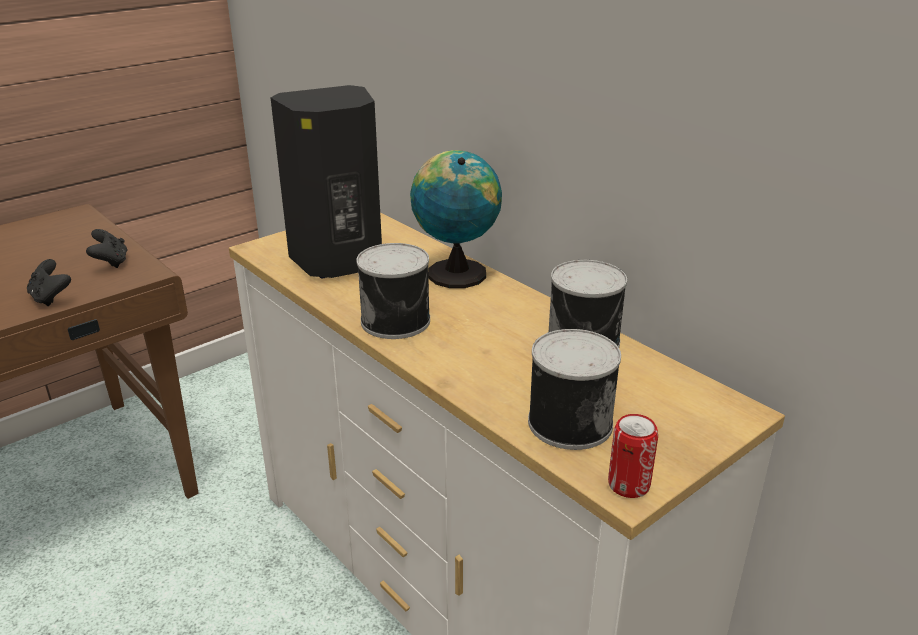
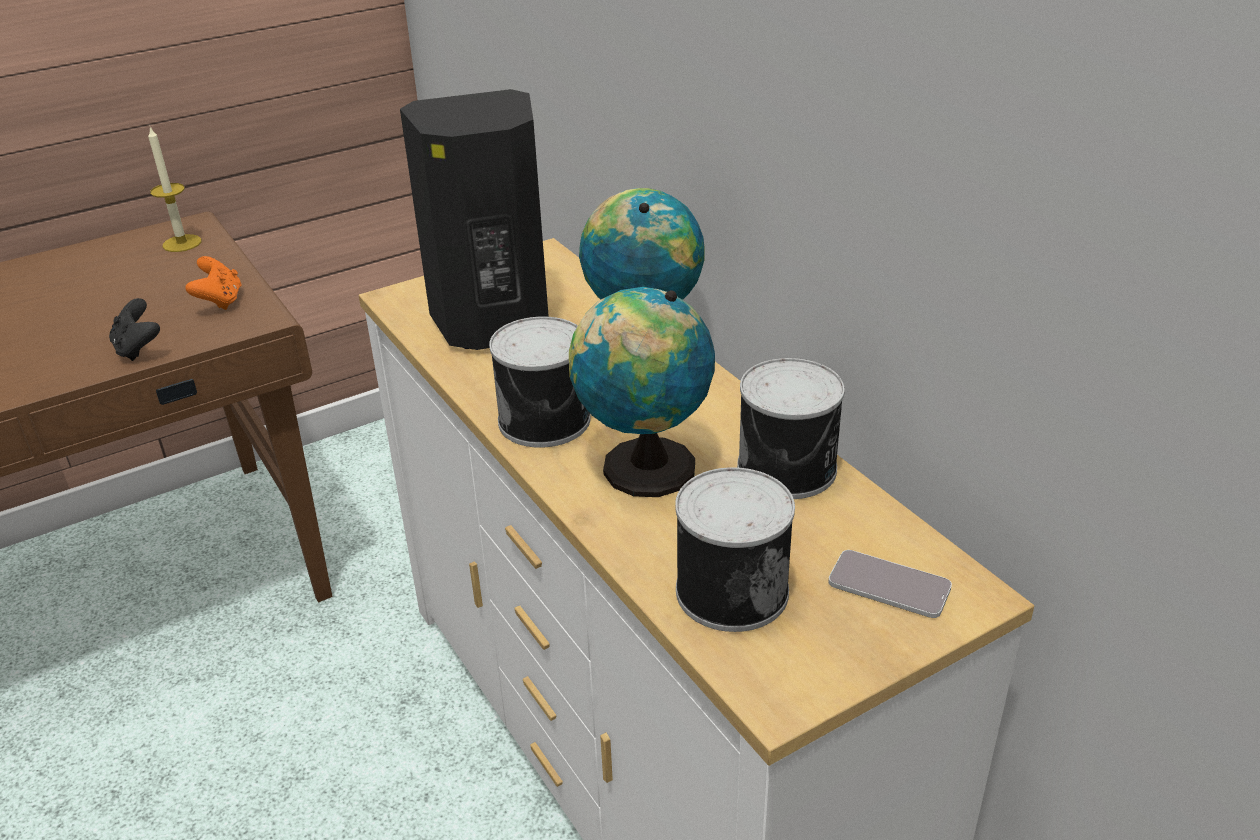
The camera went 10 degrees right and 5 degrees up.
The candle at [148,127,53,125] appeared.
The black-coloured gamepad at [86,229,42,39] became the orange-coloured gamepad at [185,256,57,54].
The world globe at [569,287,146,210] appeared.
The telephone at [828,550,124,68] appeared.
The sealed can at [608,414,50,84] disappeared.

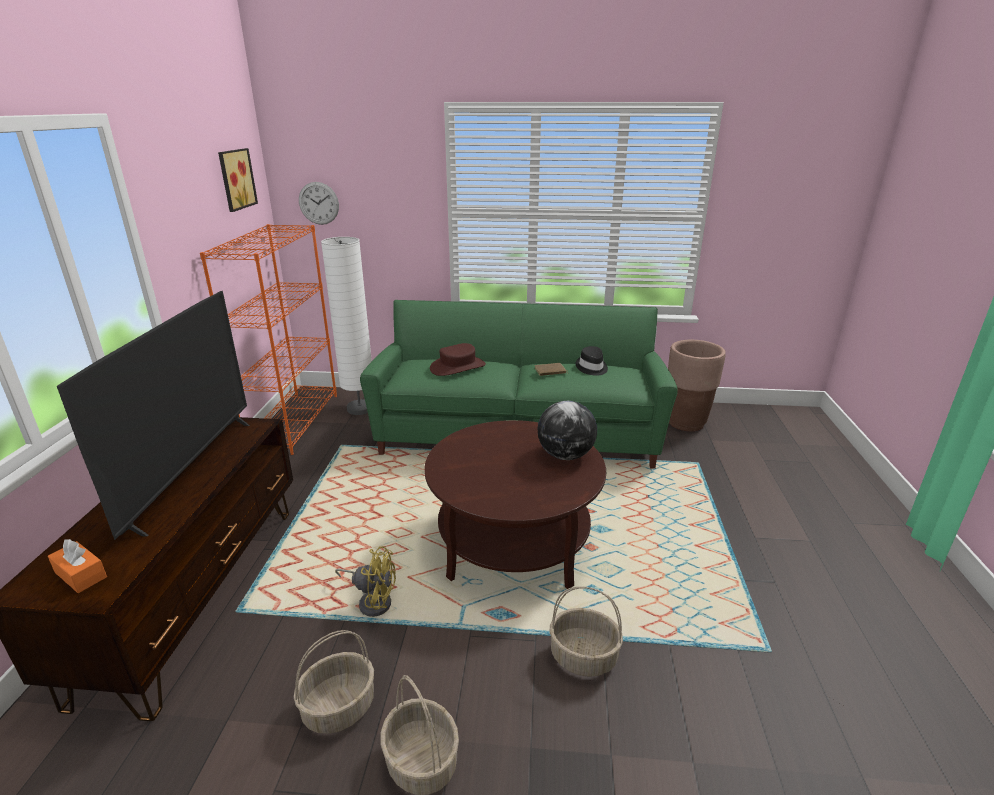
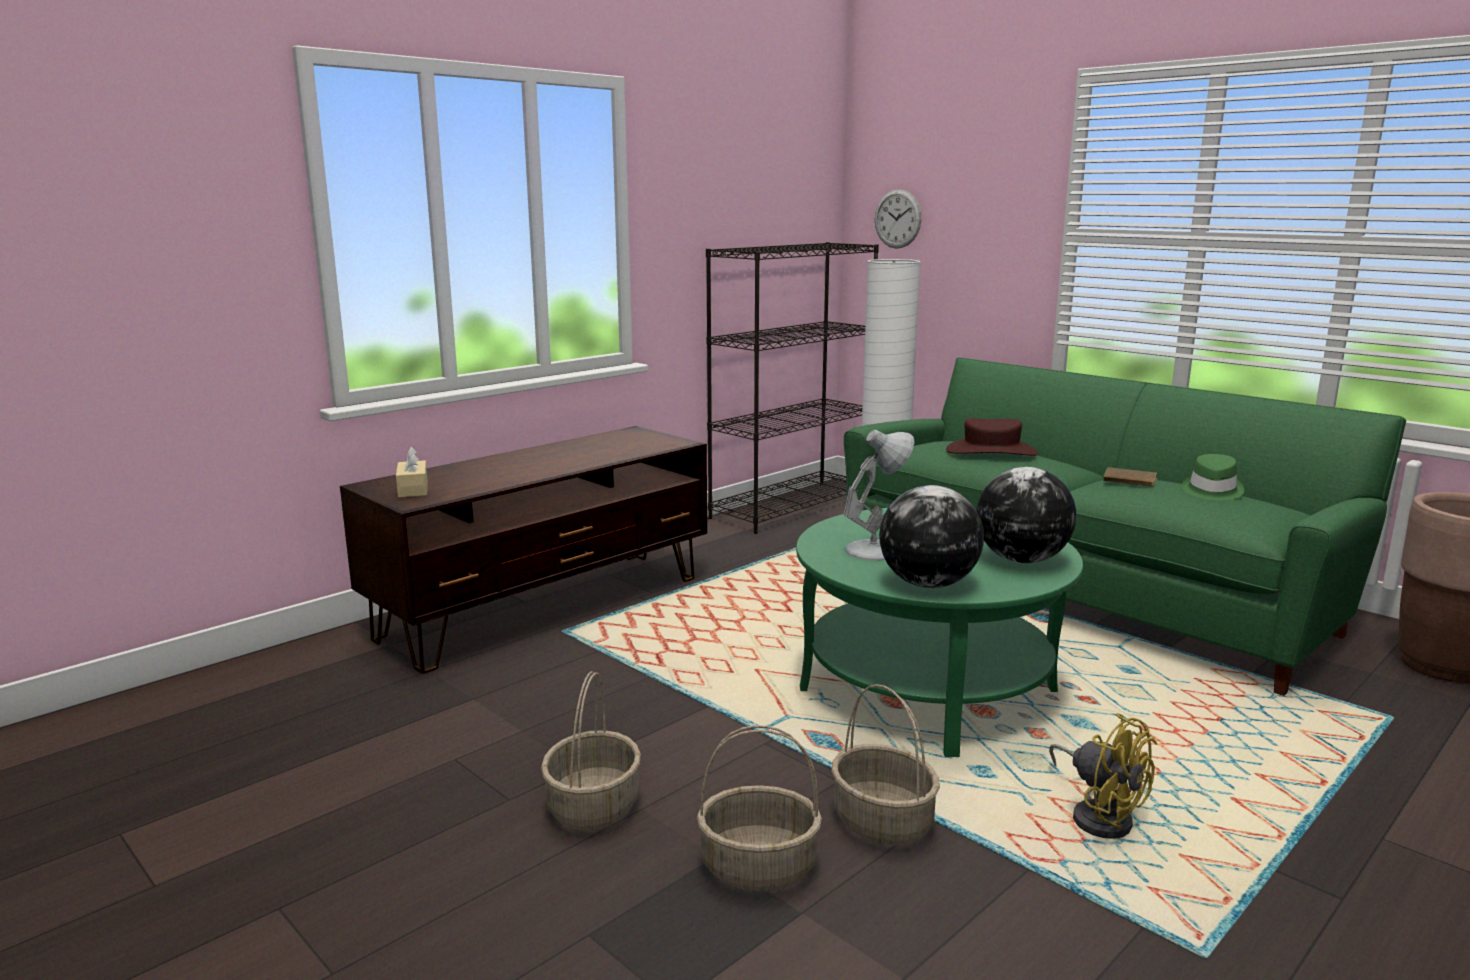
The camera went 40 degrees right and 10 degrees down.
The orange-coloured tissue box at [48,539,59,54] became the beige-coloured tissue box at [396,446,32,51].
The household basket moved from [294,630,80,104] to [697,725,125,167].
The orange-coloured shelving unit at [200,224,137,231] became the black-coloured shelving unit at [706,242,173,292].
The brownish lounge table at [424,420,182,169] became the green-coloured lounge table at [796,508,287,249].
The whitish table lamp at [844,430,70,131] appeared.
The world globe at [879,485,105,103] appeared.
The yellow-coloured cooling fan moved from [335,546,61,71] to [1049,713,108,126].
The black-coloured wearable hat at [576,346,32,30] became the green-coloured wearable hat at [1182,454,62,46].
The television at [57,291,192,249] disappeared.
The picture at [218,148,40,64] disappeared.

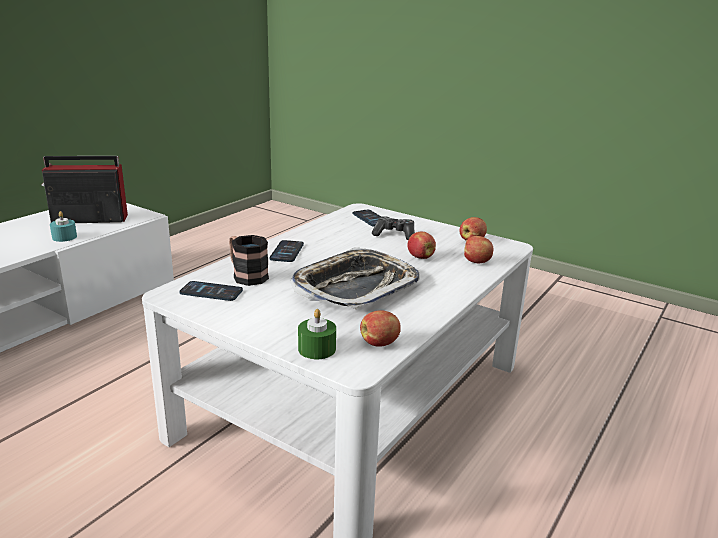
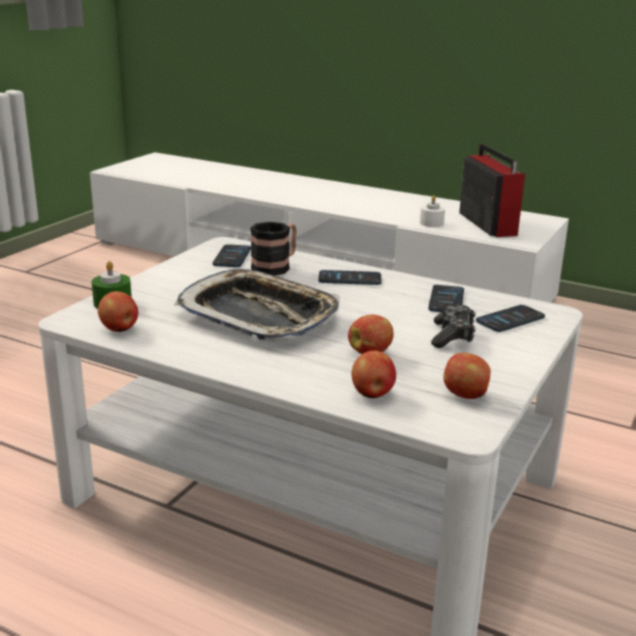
The camera went 85 degrees right and 0 degrees up.
The blue-green candle at [50,211,27,31] became the whitish candle at [420,195,25,32].
The telephone at [428,285,36,27] appeared.

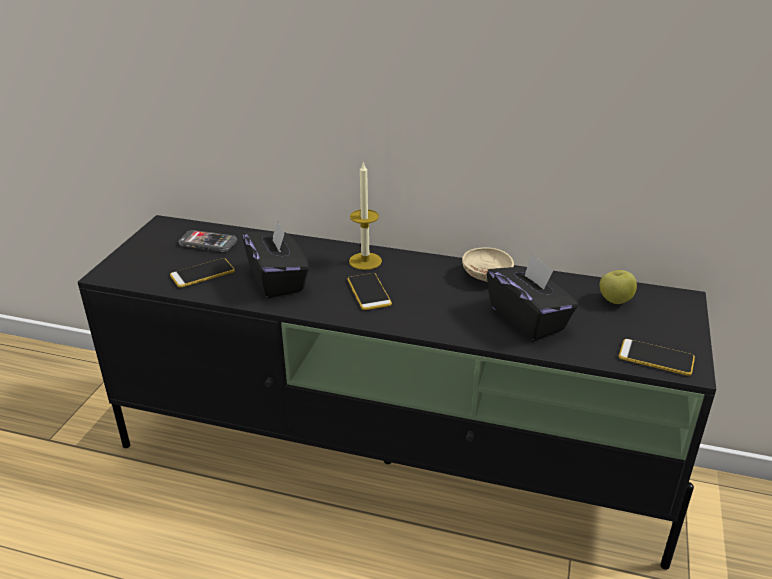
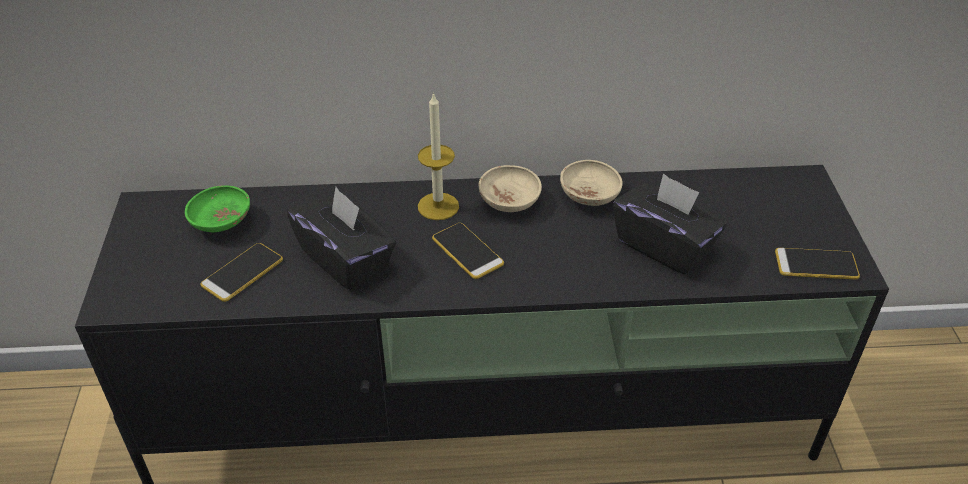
The camera went 20 degrees left and 10 degrees up.
The telephone at [179,230,58,22] was replaced by the green-coloured bowl at [185,185,65,47].
The beige-coloured bowl at [479,165,63,47] appeared.
The apple fruit at [600,270,37,34] disappeared.

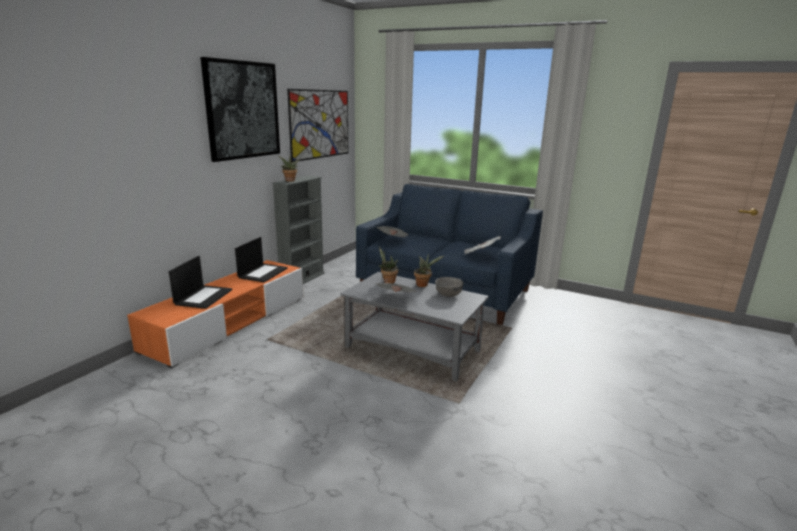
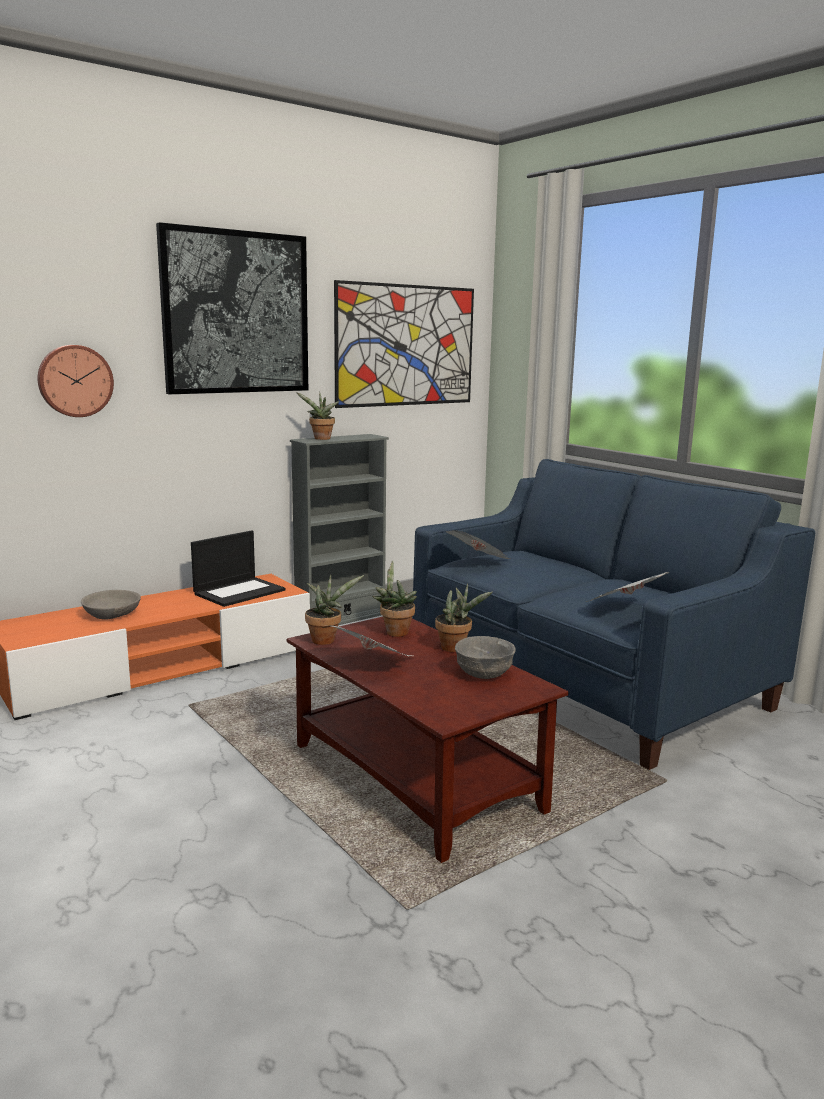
The camera went 25 degrees right and 5 degrees down.
The wall clock at [38,345,76,72] appeared.
The portable computer at [169,256,63,53] was replaced by the greyish bowl at [81,590,60,30].
The greyish lounge table at [340,272,149,110] became the brownish lounge table at [287,617,282,246].
The plant in a pot at [305,574,59,71] appeared.

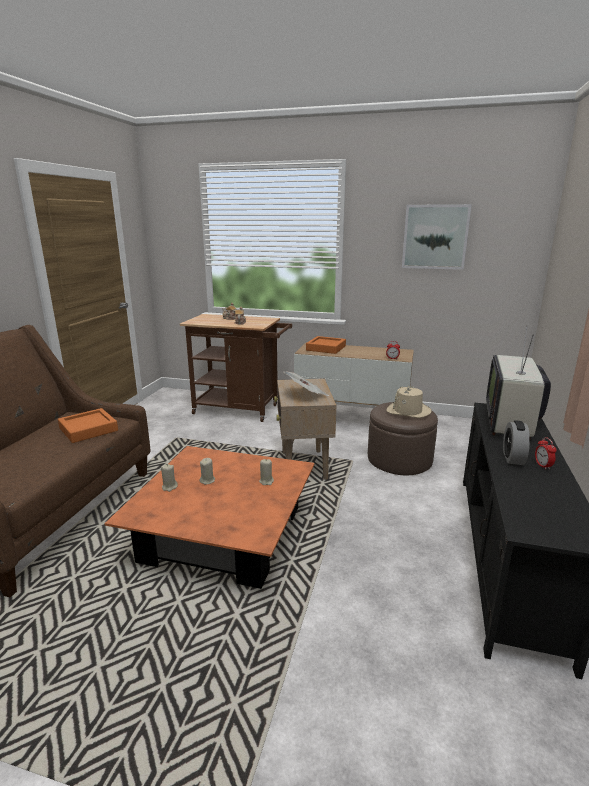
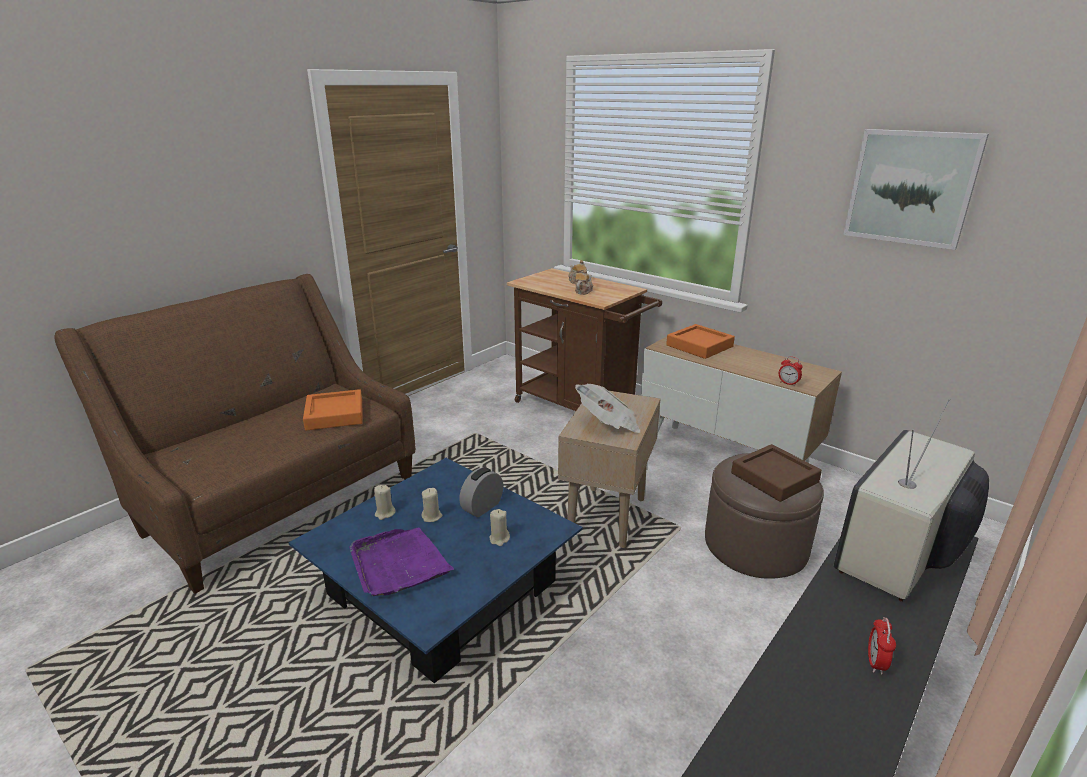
The camera went 25 degrees right and 5 degrees up.
The orange-coloured lounge table at [104,446,210,143] became the blue-coloured lounge table at [288,458,295,225].
The purple tray at [349,527,105,69] appeared.
The alarm clock moved from [503,420,27,45] to [459,467,44,50].
The beige-coloured wearable hat at [386,386,46,32] was replaced by the brownish tray at [731,444,91,58].

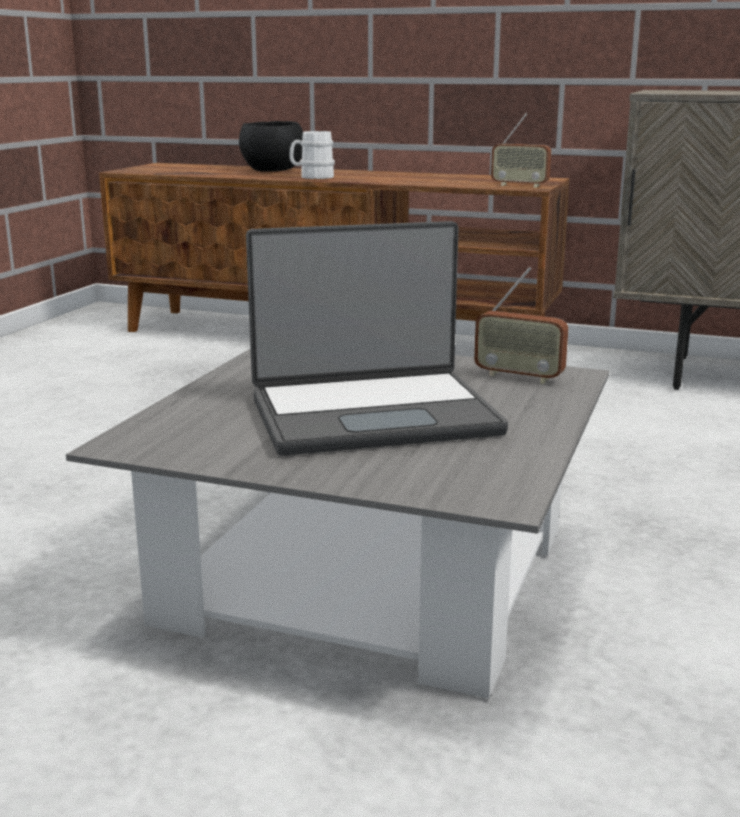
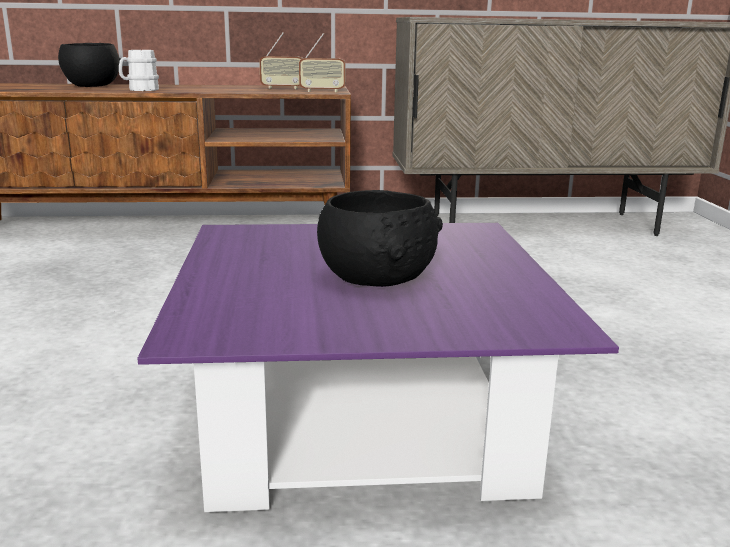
The camera went 25 degrees left and 0 degrees up.
The greyish lounge table at [66,348,543,351] became the purple lounge table at [137,223,482,289].
The radio receiver moved from [474,267,94,117] to [259,32,44,57].
The portable computer at [246,221,262,235] was replaced by the black-coloured bowl at [317,190,126,97].

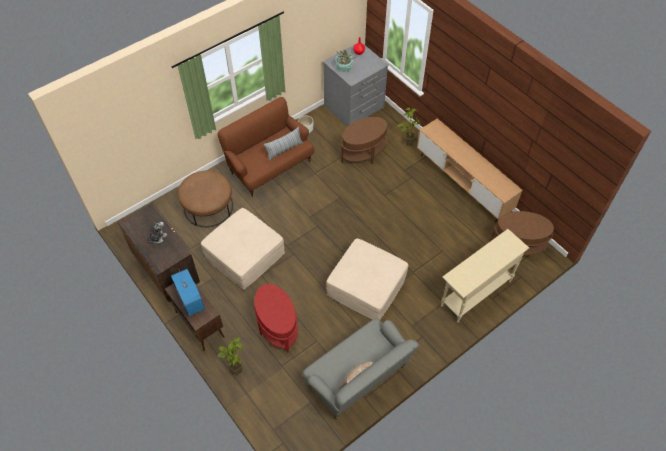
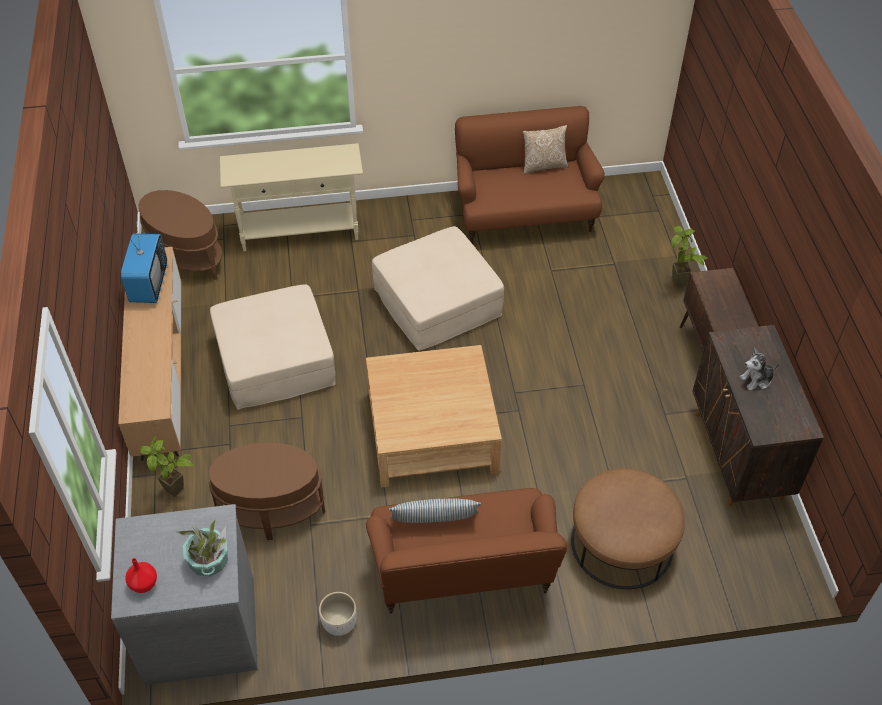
The camera went 150 degrees left and 5 degrees down.
The television moved from [171,269,34,47] to [121,221,46,82].
The beige-coloured pouffe moved from [201,208,84,81] to [210,285,126,125].
The beige-coloured lounge table at [366,345,136,143] appeared.
The greyish sofa at [302,318,117,101] became the brownish sofa at [455,106,150,138].
The red-coloured accent table at [254,284,44,69] disappeared.

